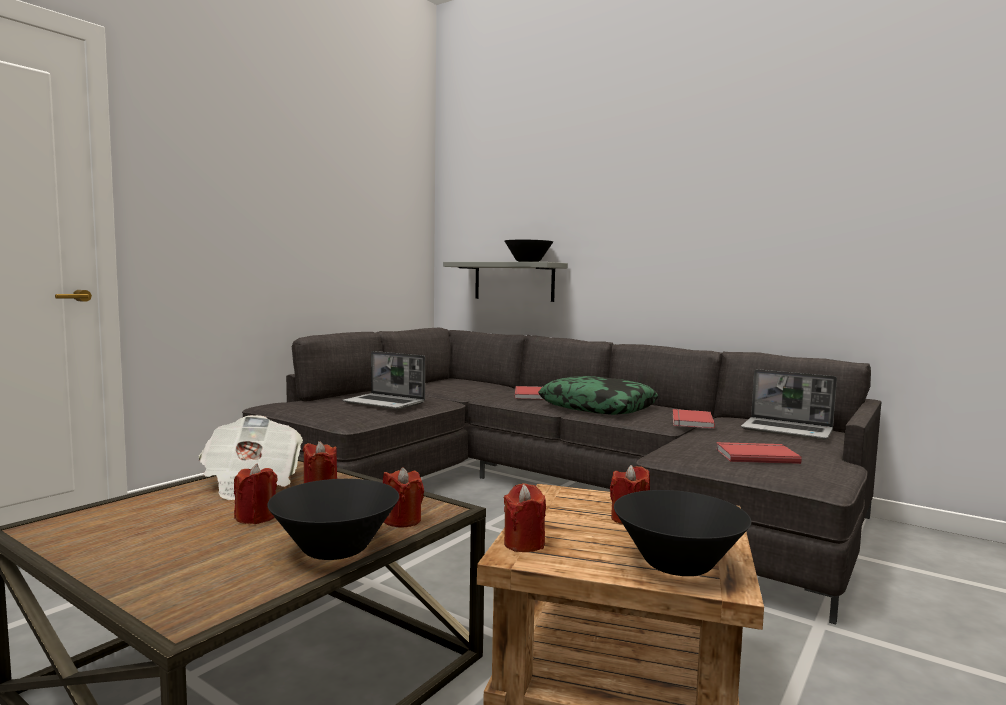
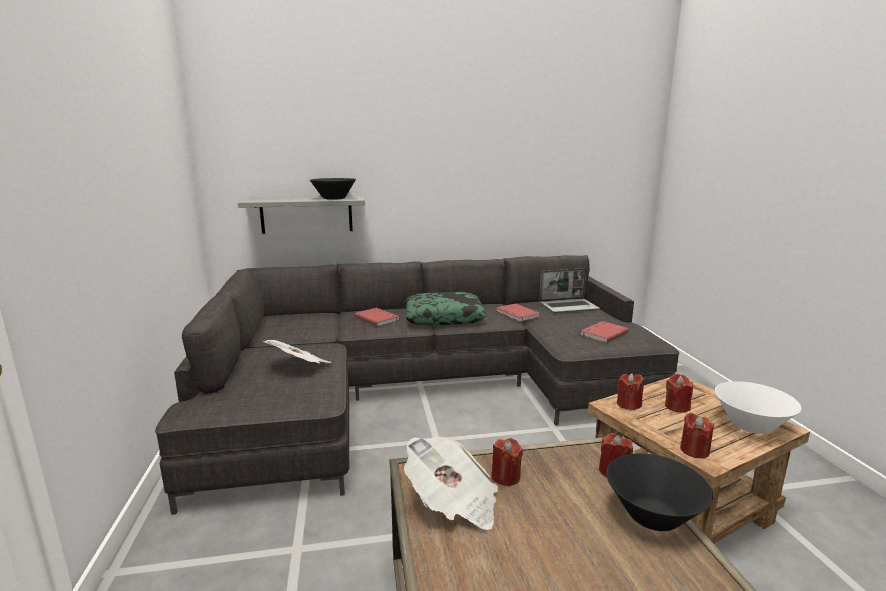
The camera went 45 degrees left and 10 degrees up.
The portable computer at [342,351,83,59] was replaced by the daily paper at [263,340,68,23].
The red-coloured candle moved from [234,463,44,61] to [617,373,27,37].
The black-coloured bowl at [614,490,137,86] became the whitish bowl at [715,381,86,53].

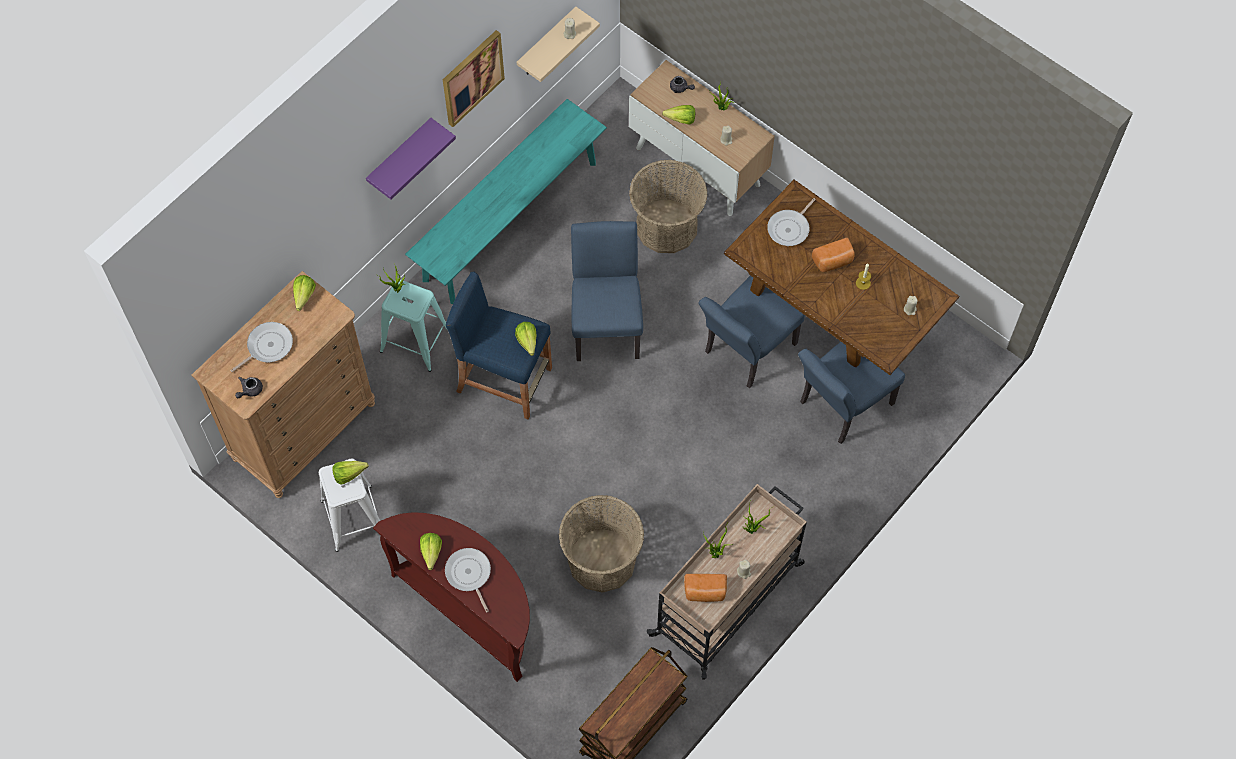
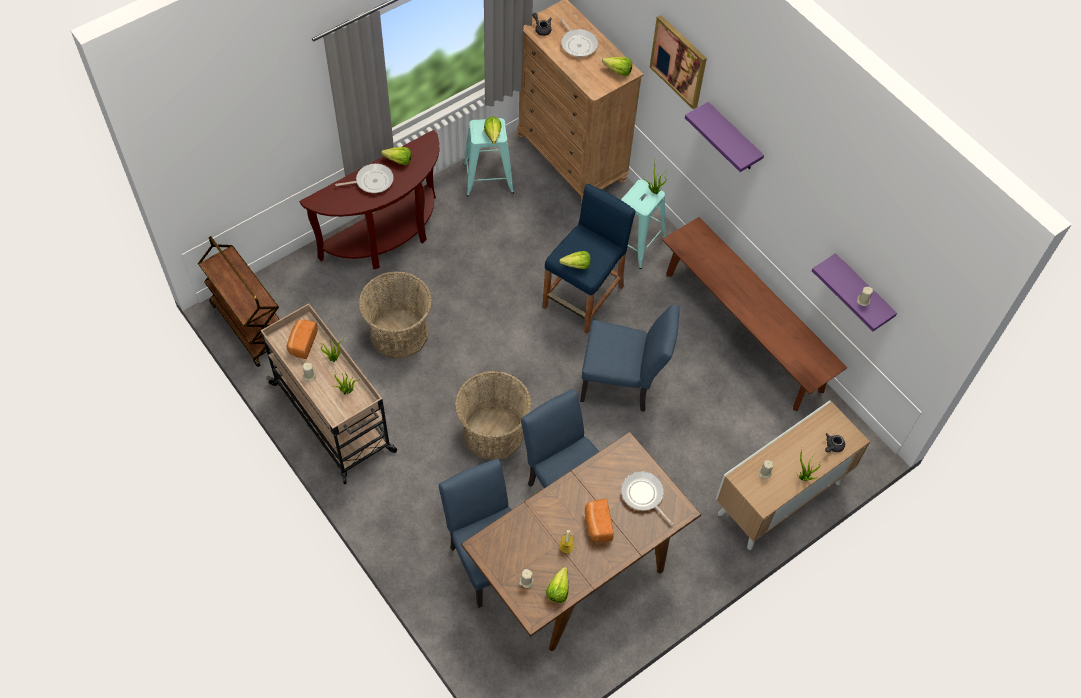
The camera went 100 degrees right and 5 degrees down.
The household basket moved from [629,159,79,94] to [455,371,77,89].
The whitish stool seat at [319,459,61,93] became the blue-green stool seat at [463,118,51,78].
The lettuce head moved from [662,105,33,20] to [546,567,22,36].
The picture moved from [443,30,62,97] to [650,15,57,94].
The blue-green bench at [405,99,202,205] became the brownish bench at [662,217,186,194].
The beige-coloured bracket shelf at [517,7,83,75] became the purple bracket shelf at [812,253,85,78].

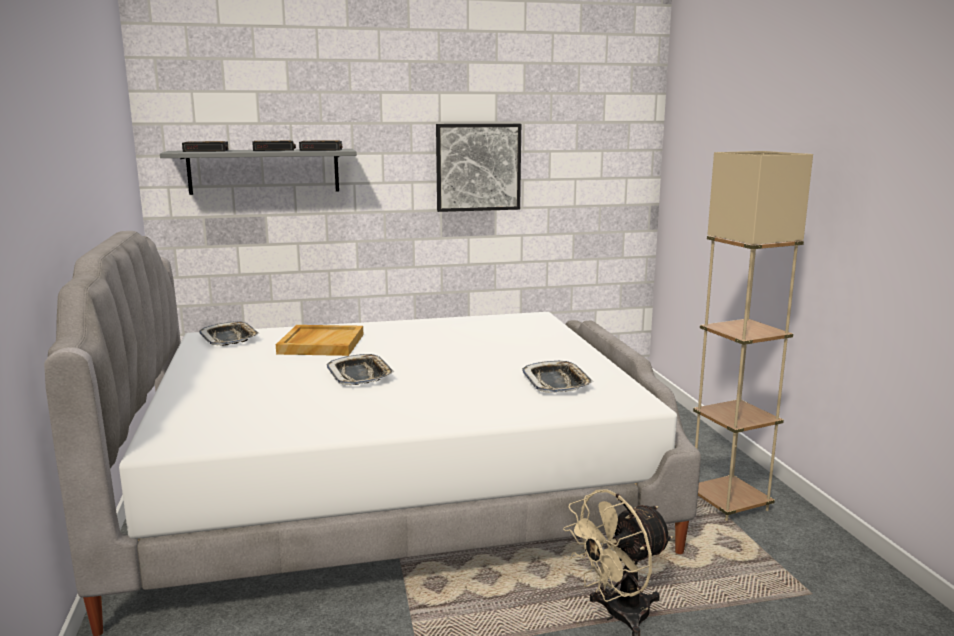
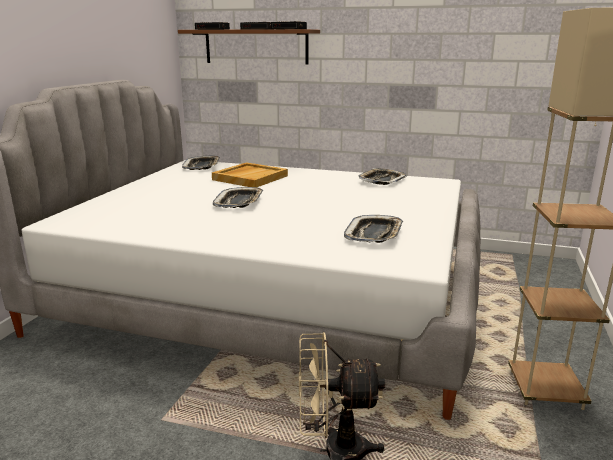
The camera went 30 degrees right and 5 degrees up.
The greyish bracket shelf at [160,149,197,46] became the brownish bracket shelf at [178,29,142,36].
The tray at [359,168,48,17] appeared.
The picture at [436,124,85,88] disappeared.

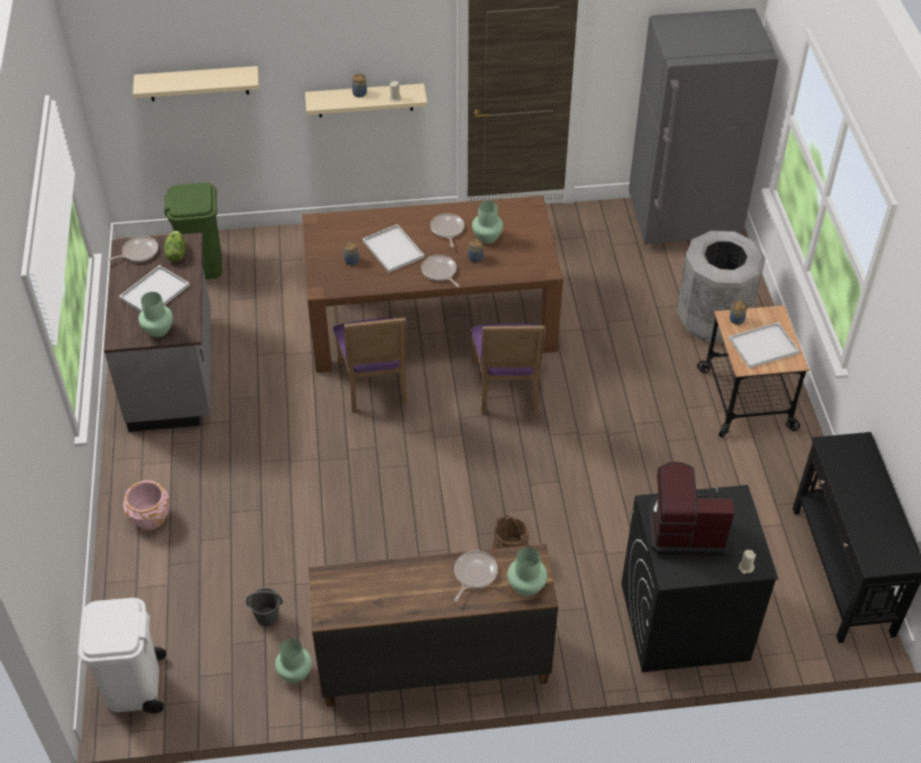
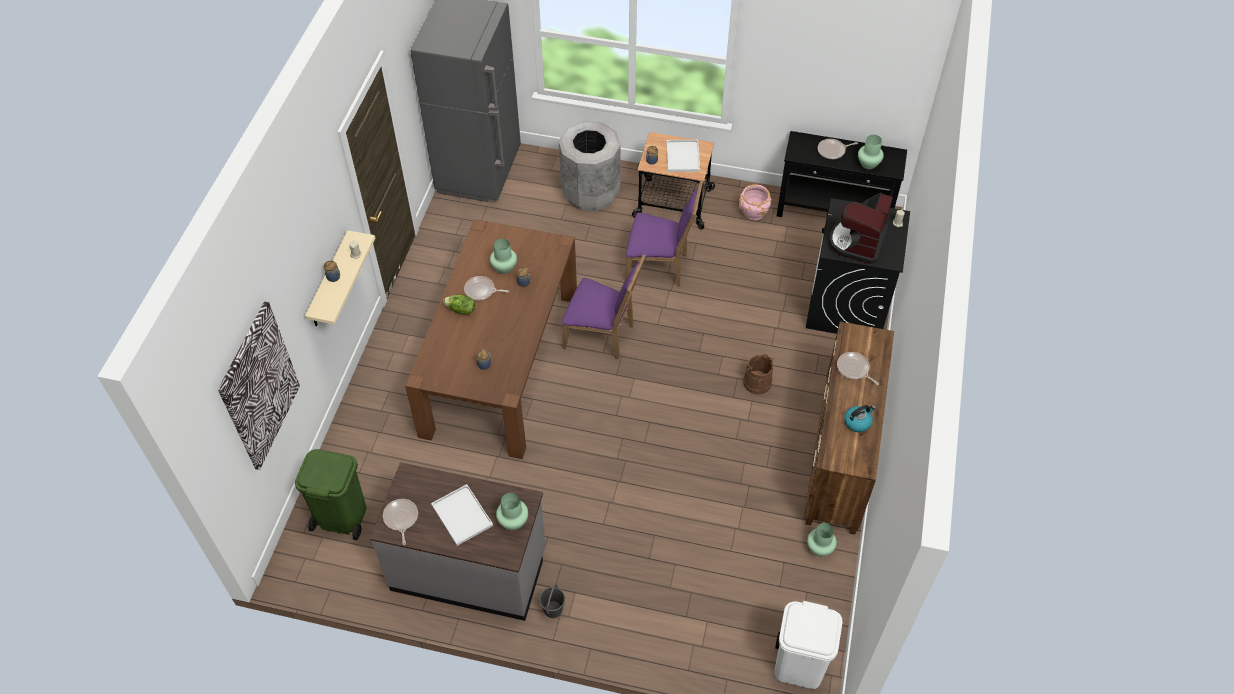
The camera went 70 degrees left and 5 degrees up.
The beige-coloured bracket shelf at [133,66,126,35] was replaced by the picture at [218,302,82,168].
The lettuce head moved from [164,231,22,31] to [443,294,32,20].
The greyish water bucket moved from [246,588,37,38] to [539,584,26,34].
The purple upright chair moved from [333,317,75,95] to [624,180,79,107].
The pink flower pot moved from [123,480,46,50] to [739,185,32,35].
The frying pan moved from [421,255,39,32] to [818,139,40,20].
The tea kettle at [844,405,31,27] appeared.
The green-coloured flower vase moved from [507,547,40,49] to [858,135,26,34].
The whitish tray at [363,224,61,49] disappeared.

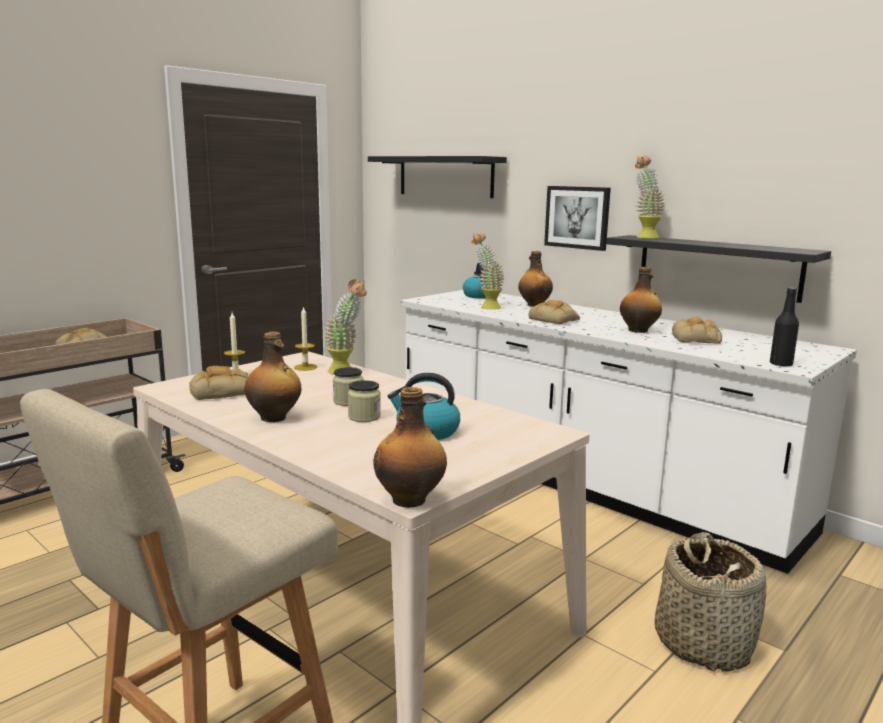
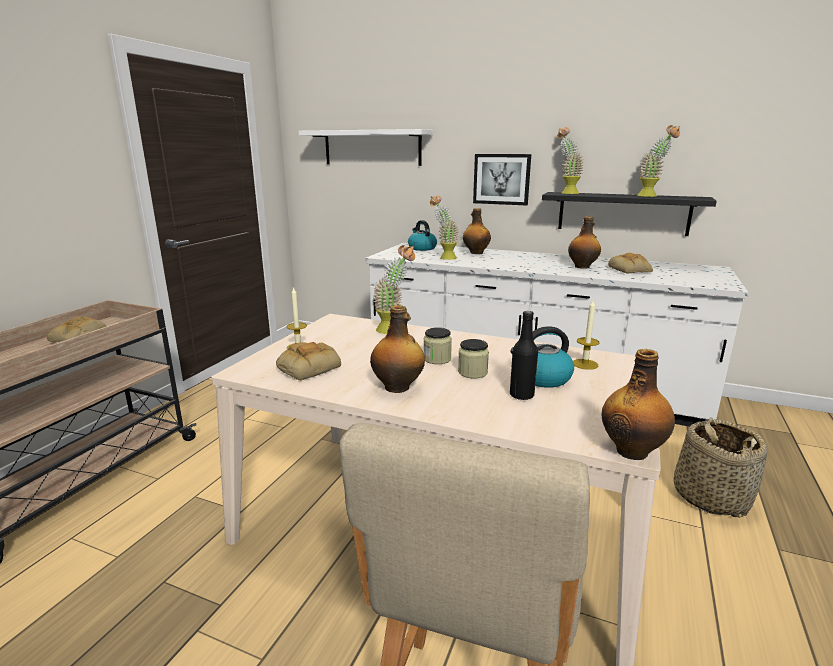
The camera went 20 degrees left and 5 degrees up.
The black-coloured bracket shelf at [368,156,139,42] became the whitish bracket shelf at [299,129,134,37].
The black-coloured bottle moved from [770,287,29,79] to [510,311,28,89].
The candle moved from [294,306,23,65] to [573,300,26,70].
The plant in a pot at [637,125,43,72] appeared.
The bakery bread at [529,300,51,24] disappeared.

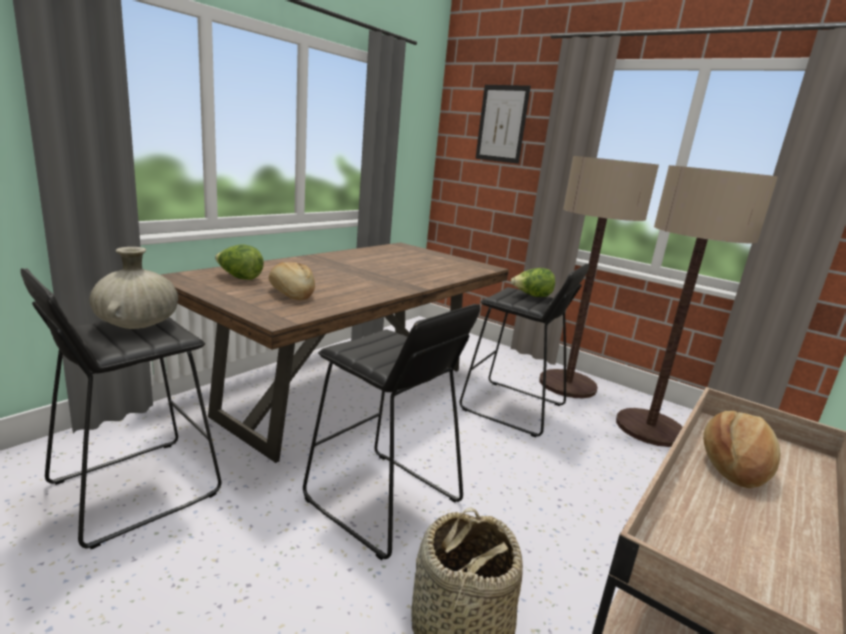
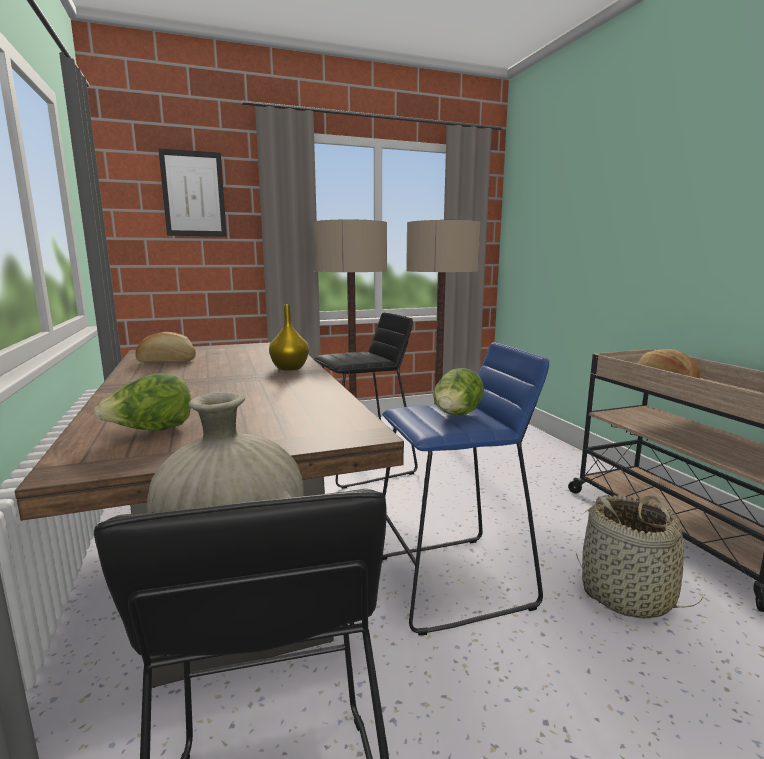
The camera went 55 degrees left and 5 degrees down.
The bakery bread moved from [268,262,47,38] to [136,332,60,30].
The yellow-coloured flower vase at [269,304,40,67] appeared.
The black-coloured stool seat at [303,304,177,256] became the blue-coloured stool seat at [382,342,167,293].
The lettuce head moved from [511,268,44,29] to [433,368,51,47].

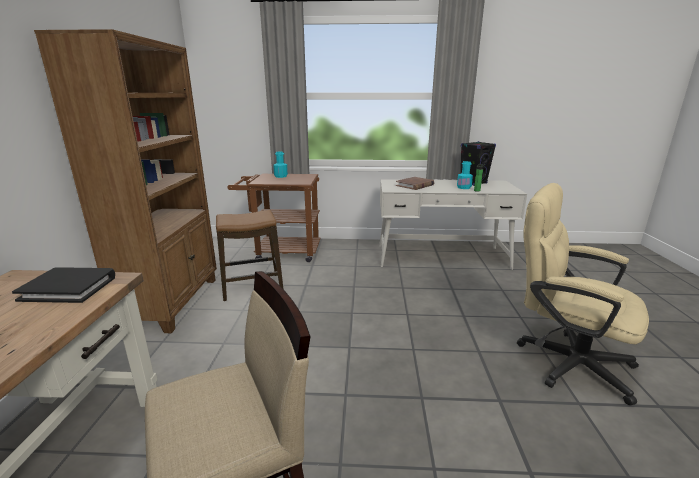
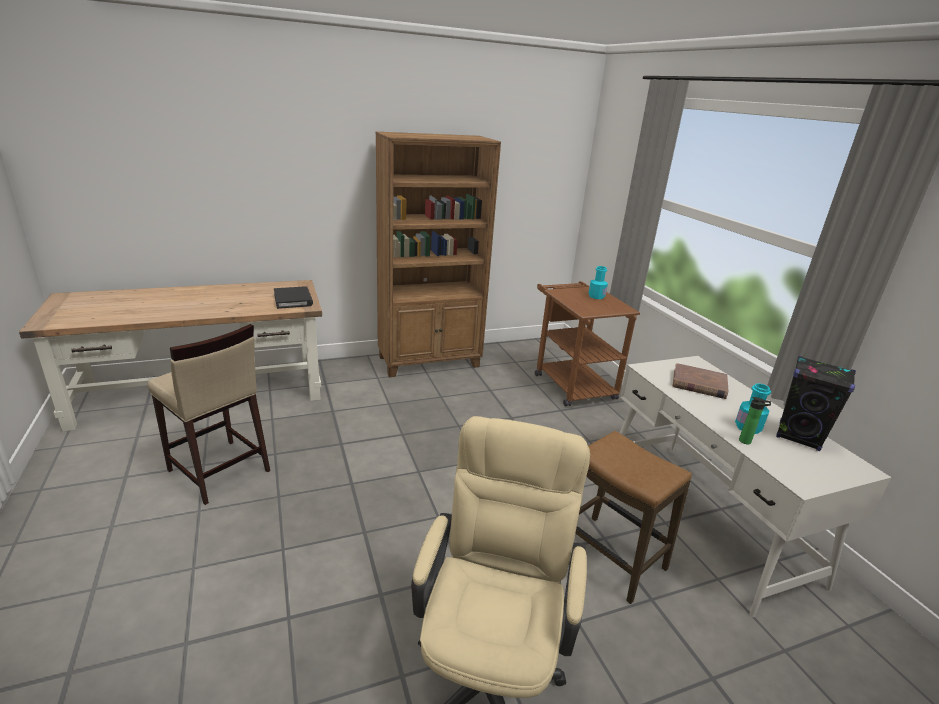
The camera went 65 degrees right and 5 degrees up.
The stool seat moved from [216,210,68,91] to [575,431,117,173].

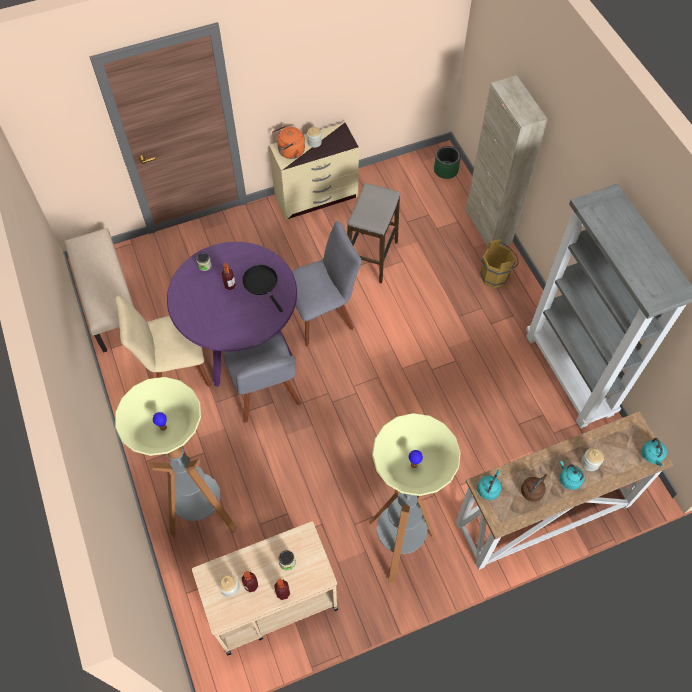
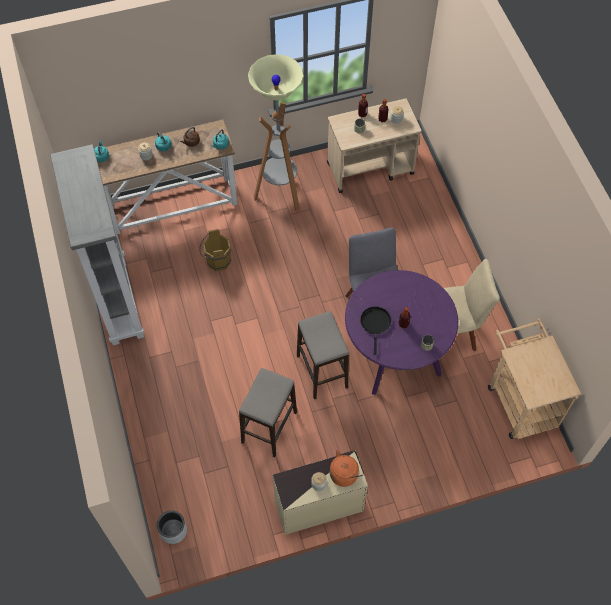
The camera went 175 degrees left and 0 degrees up.
The green-coloured flower pot at [434,146,27,33] became the greyish flower pot at [157,510,30,34].
The brownish water bucket moved from [480,239,39,49] to [199,229,32,42].
The greyish upright chair at [292,221,70,125] was replaced by the stool seat at [297,311,52,88].
The black-coloured frying pan at [242,265,41,47] turned 150 degrees counterclockwise.
The beige-coloured bench at [64,228,70,125] was replaced by the beige-coloured trolley at [488,319,94,120].
The floor lamp at [115,377,122,160] disappeared.
The beige-coloured storage cabinet at [466,75,81,172] disappeared.

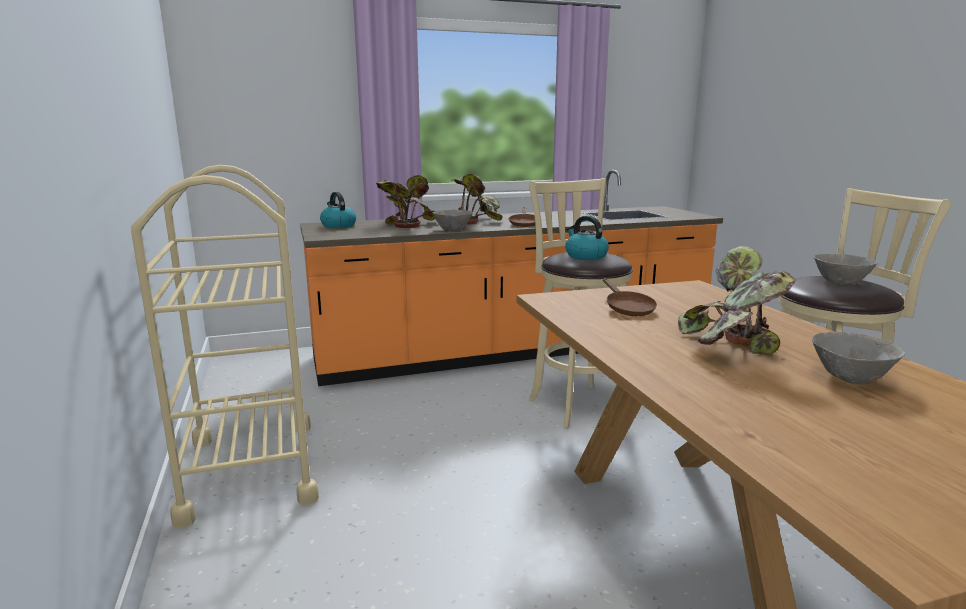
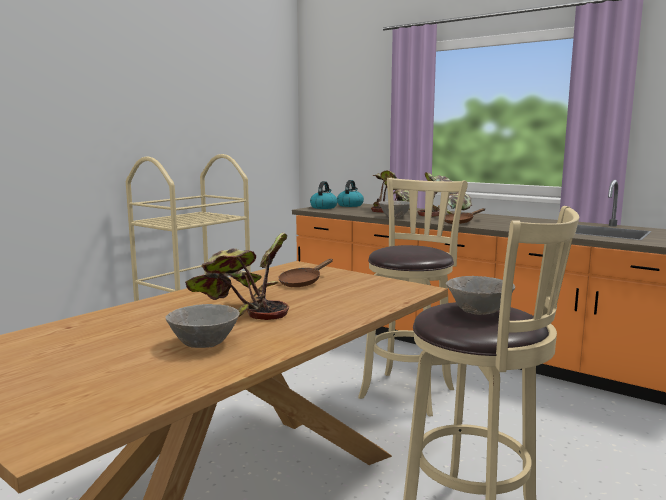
The camera went 55 degrees right and 5 degrees down.
The tea kettle moved from [565,216,44,44] to [310,181,28,28].

